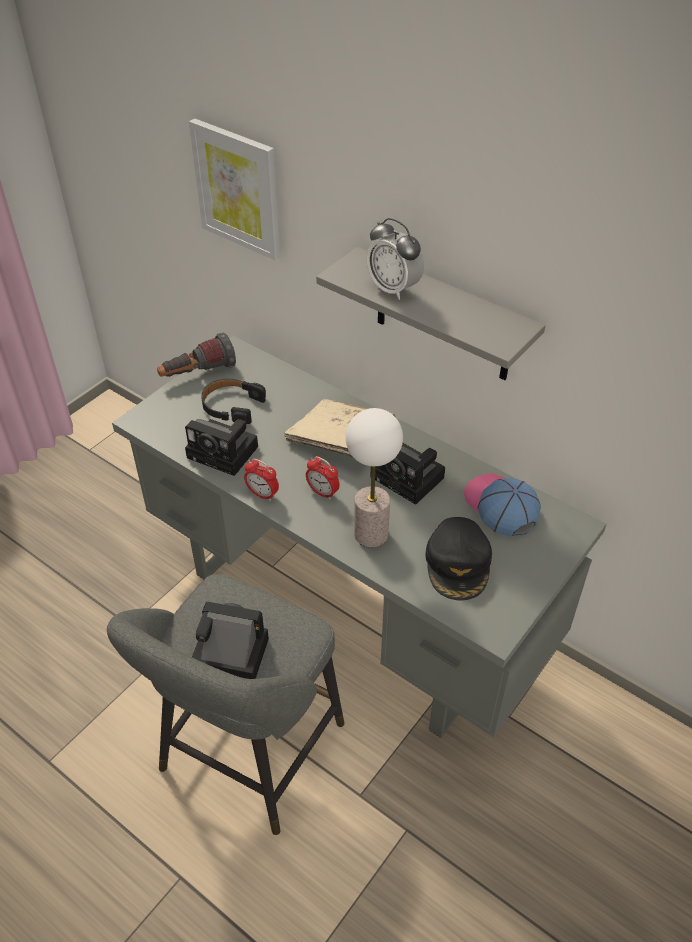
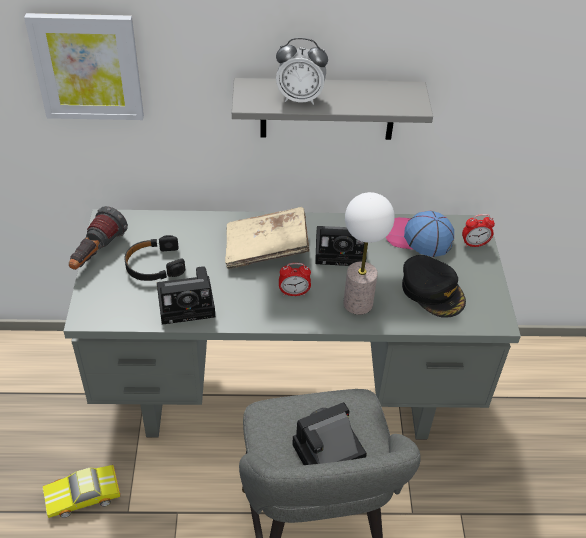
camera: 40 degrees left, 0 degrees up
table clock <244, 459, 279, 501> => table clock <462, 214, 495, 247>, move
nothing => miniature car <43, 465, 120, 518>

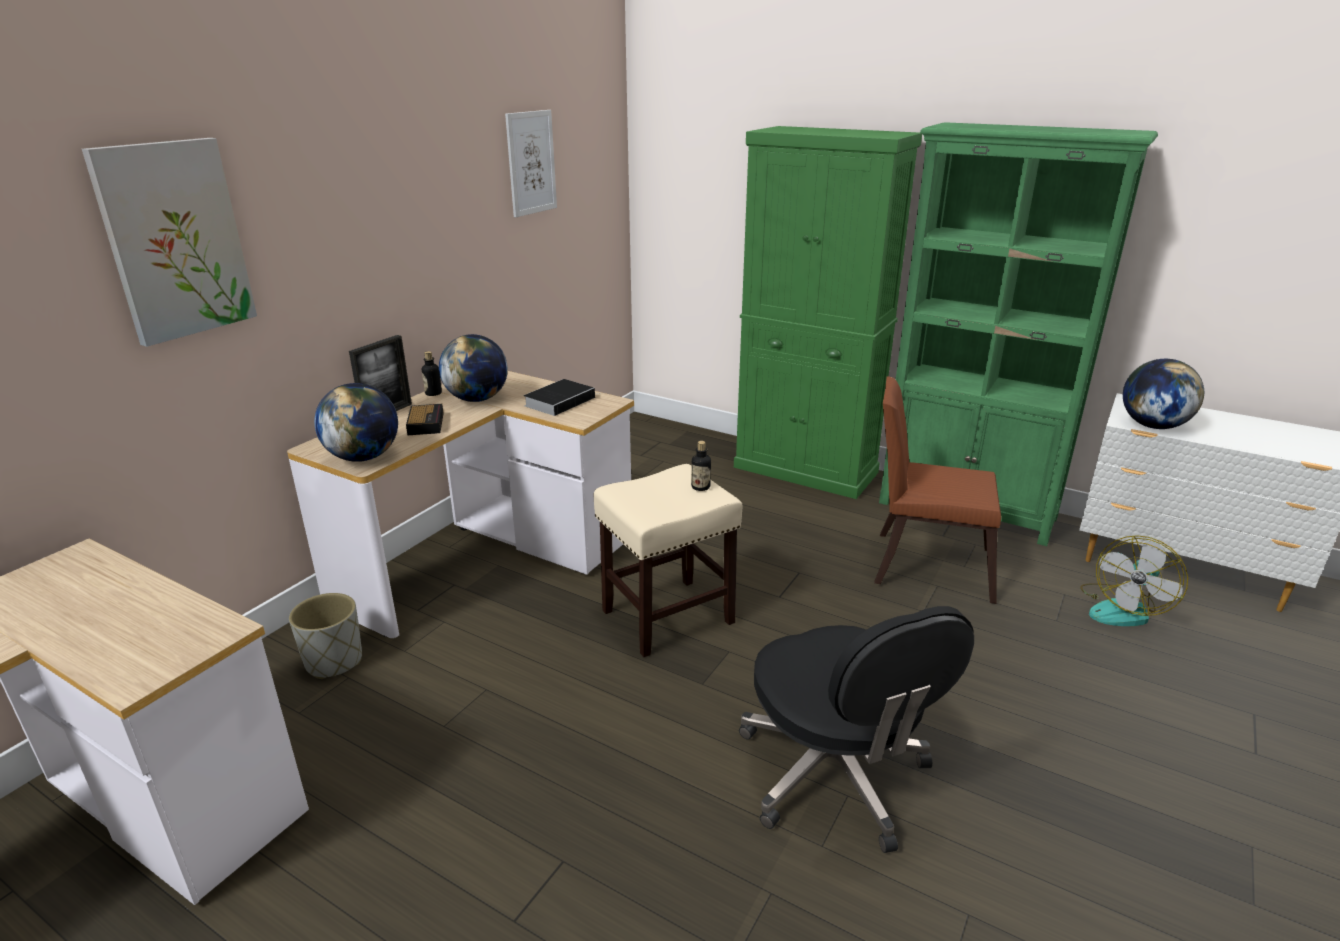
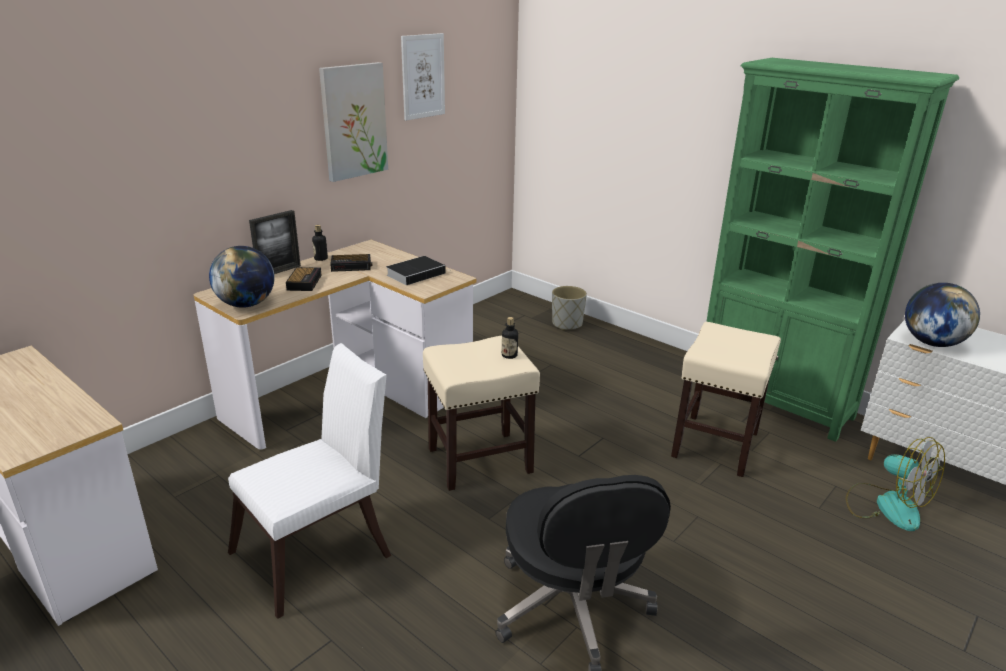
camera: 10 degrees right, 0 degrees up
wall art <82, 138, 257, 347> => wall art <319, 62, 388, 182>, move
gray planter <289, 593, 362, 679> => gray planter <552, 286, 587, 331>, move
world globe <439, 334, 508, 402> => table clock <330, 254, 372, 272>
green-coloured storage cabinet <734, 126, 922, 499> => nothing
brown chair <874, 376, 1001, 604> => beige sitting stool <671, 322, 781, 477>
electric fan <1080, 535, 1188, 626> => electric fan <846, 437, 945, 531>, 90 degrees counterclockwise
nothing => white-coloured chair <228, 343, 391, 619>

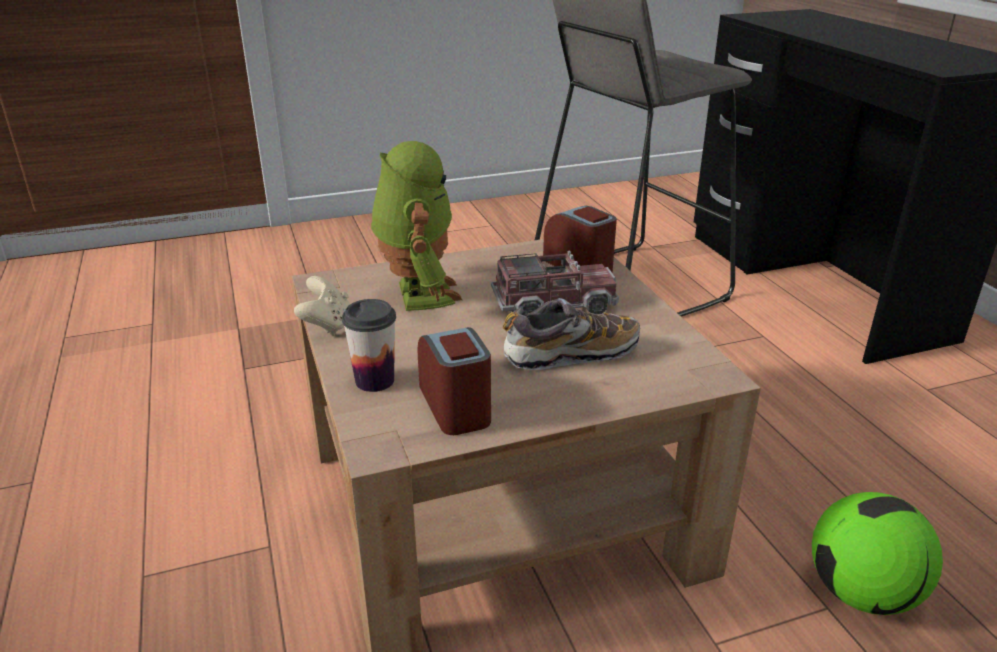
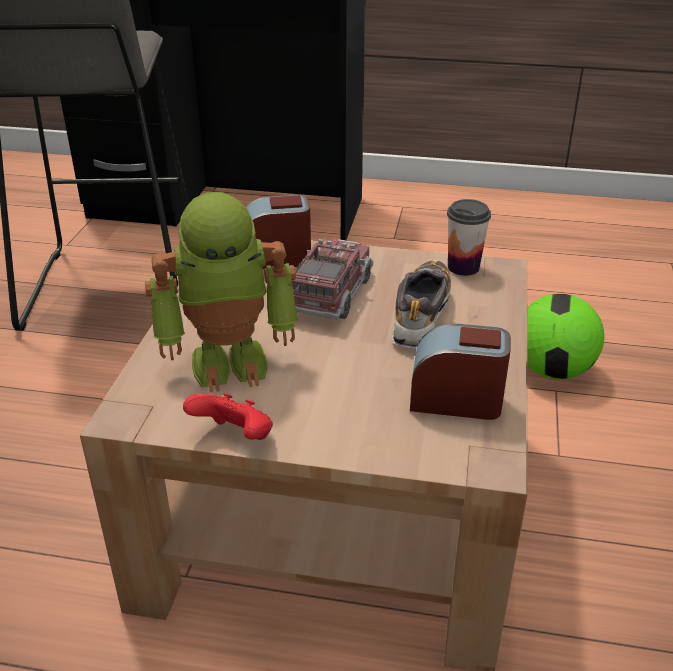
camera: 60 degrees left, 5 degrees up
beige joypad <294, 276, 350, 336> => red joypad <183, 393, 273, 440>
cup <342, 299, 396, 392> => cup <447, 199, 491, 276>, move
model robot <371, 141, 462, 311> => model robot <145, 192, 298, 392>, 150 degrees clockwise

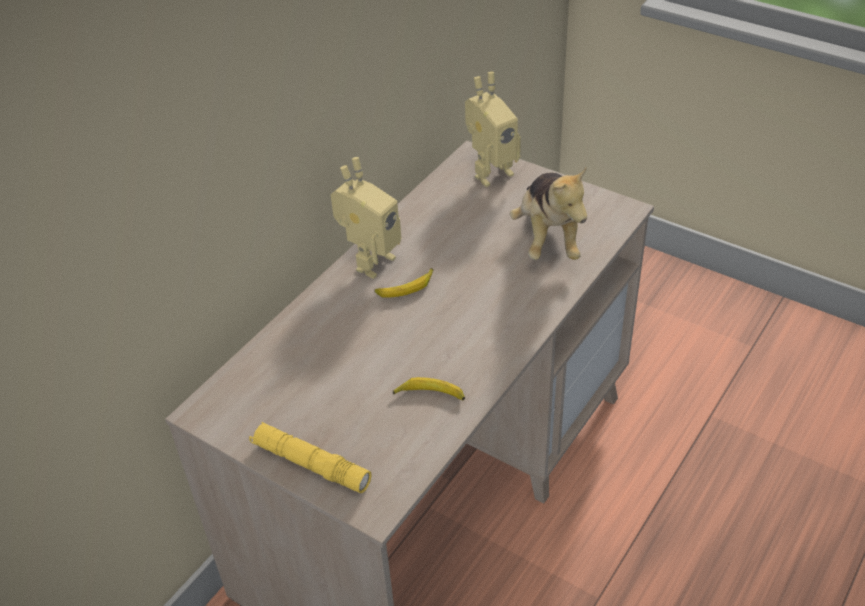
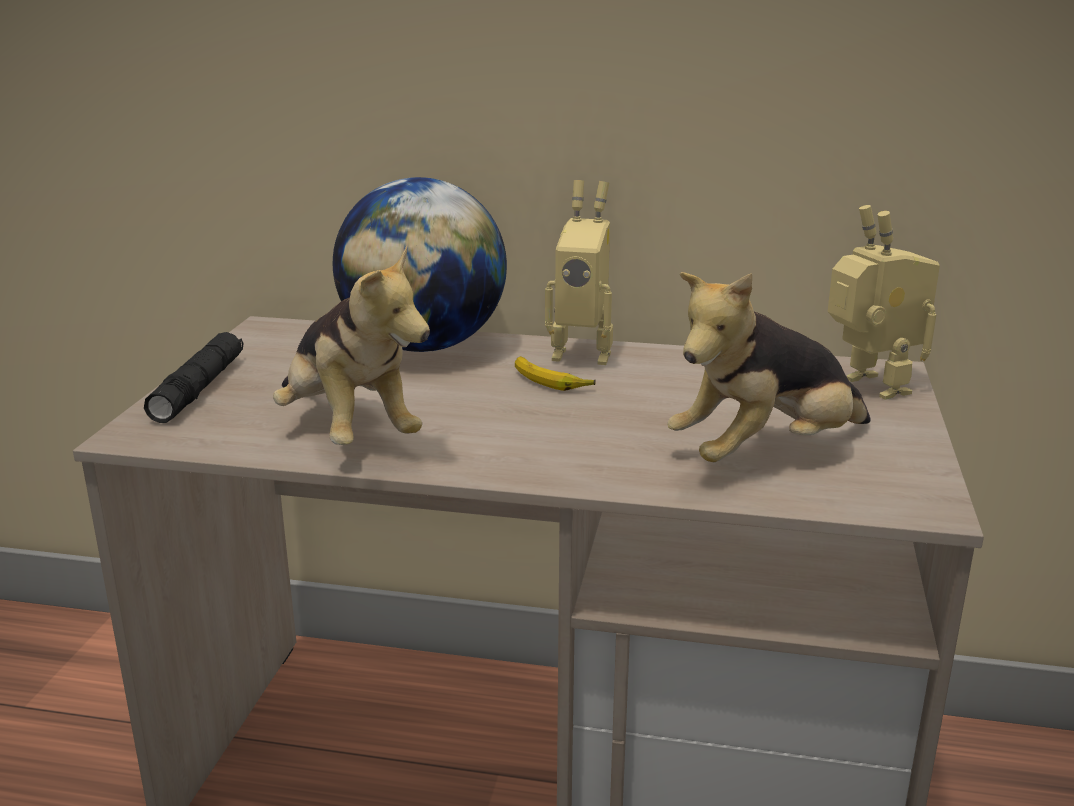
camera: 65 degrees right, 20 degrees down
yellow-coloured torch <249, 422, 372, 493> => black-coloured torch <144, 332, 244, 423>
whole banana <393, 377, 465, 400> => plush toy <273, 246, 430, 445>
model robot <465, 72, 521, 187> => model robot <828, 205, 940, 400>, 150 degrees counterclockwise
nothing => world globe <333, 177, 507, 352>

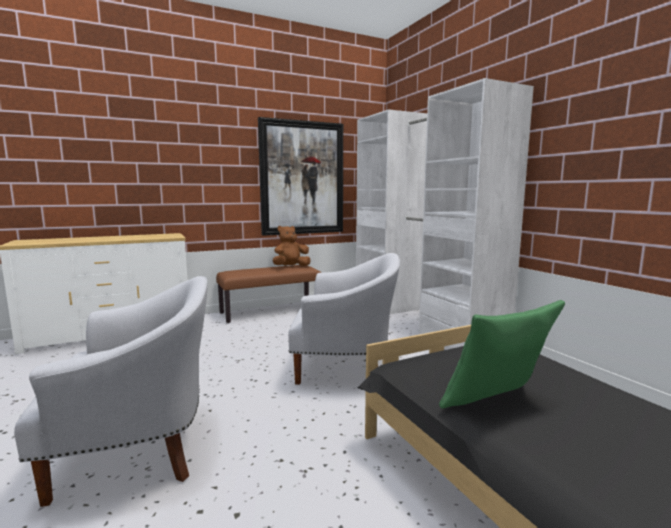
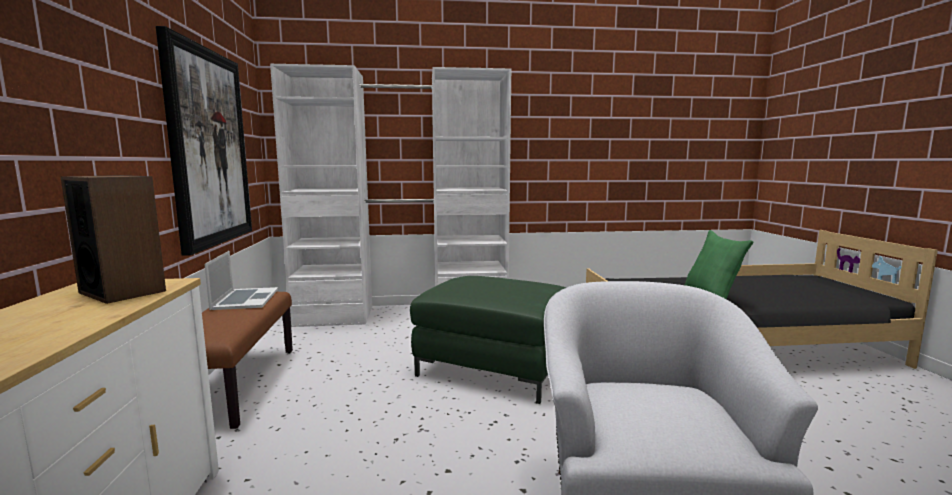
camera: 70 degrees left, 0 degrees up
brown plush toy <273, 226, 311, 266> => notebook computer <205, 251, 278, 310>
white-coloured armchair <288, 253, 400, 385> => green-coloured pouffe <410, 276, 567, 404>
nothing => speaker <61, 175, 166, 304>

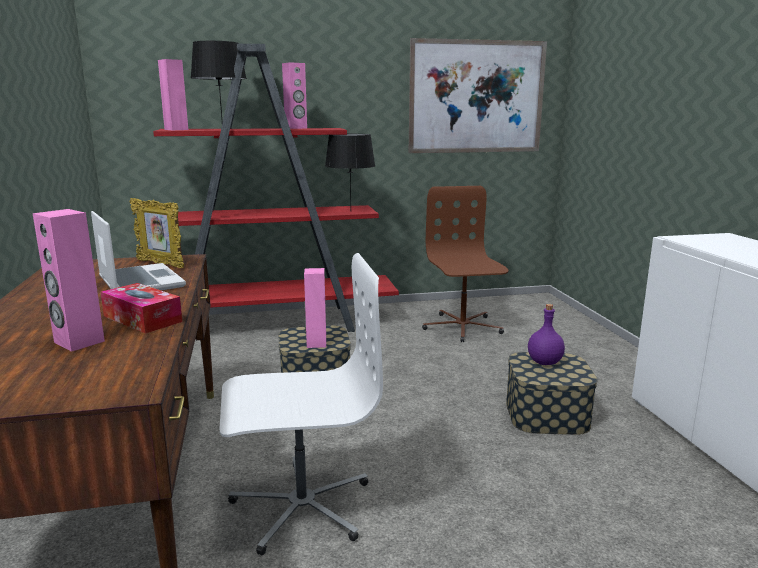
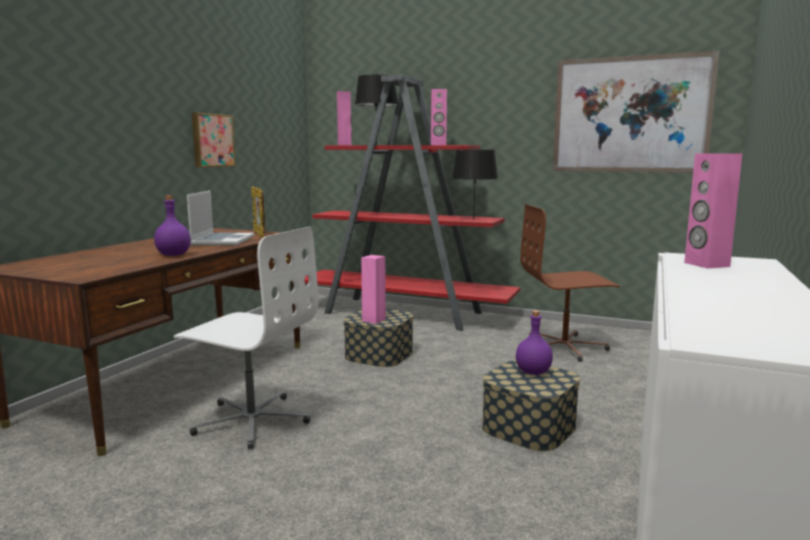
camera: 35 degrees right, 5 degrees down
pink speaker <32, 209, 105, 352> => pink speaker <684, 153, 742, 269>, move
box of tissues <101, 283, 182, 334> => purple bottle <154, 195, 191, 256>
brown computer chair <422, 186, 509, 342> => brown computer chair <520, 204, 620, 362>, 120 degrees counterclockwise
nothing => wall art <192, 113, 235, 167>

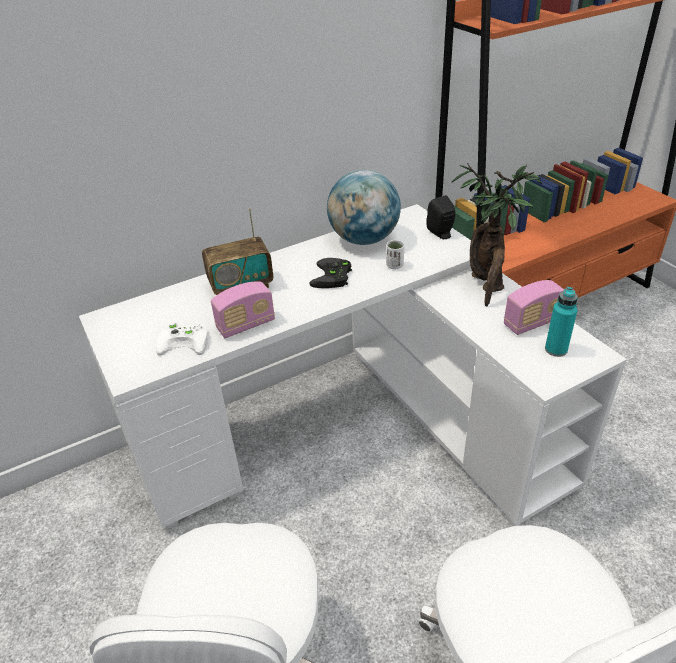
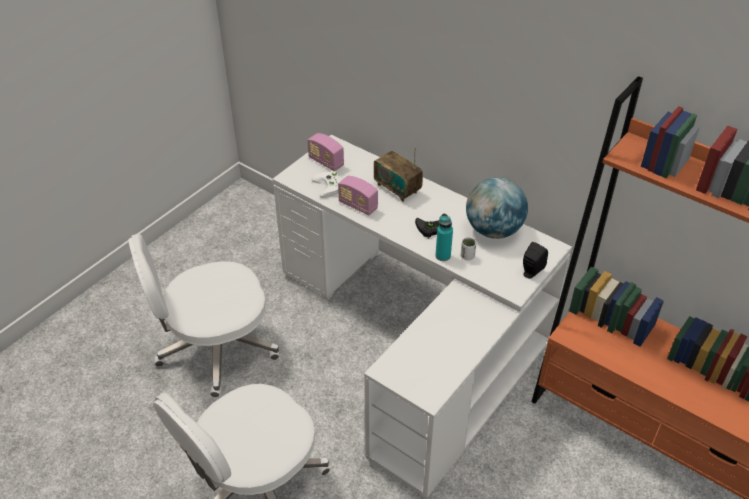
camera: 65 degrees right, 5 degrees up
houseplant <452, 163, 542, 306> => nothing
radio receiver <504, 280, 564, 335> => radio receiver <307, 133, 344, 171>, move
turquoise bottle <545, 287, 578, 357> => turquoise bottle <435, 216, 453, 261>, move

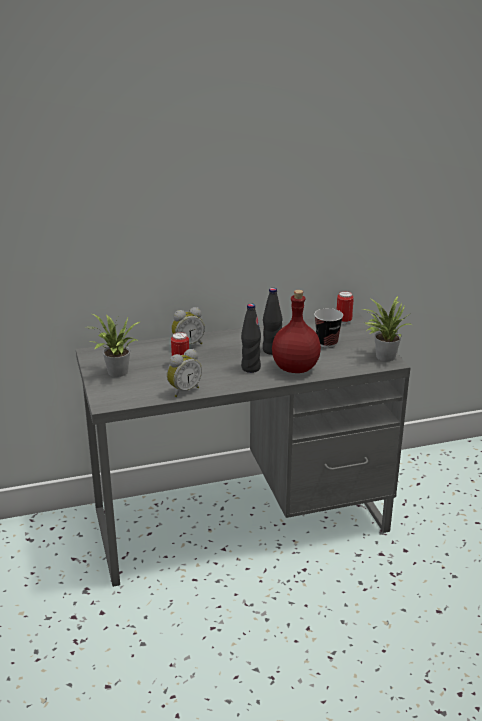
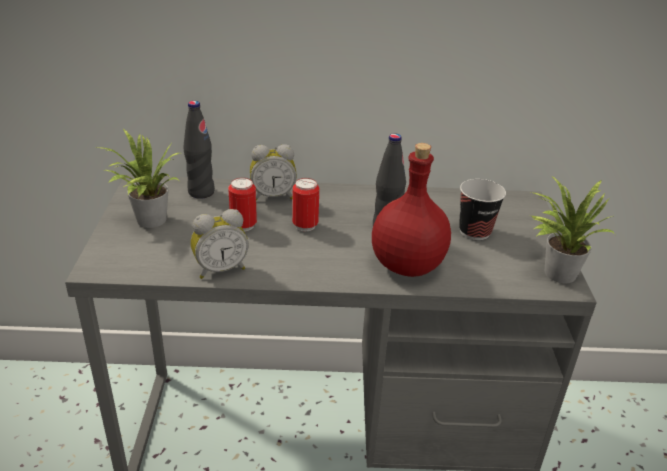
camera: 15 degrees right, 5 degrees up
black-coloured bottle <241, 303, 261, 373> => black-coloured bottle <184, 101, 215, 199>, move
can <336, 291, 354, 324> => can <292, 178, 319, 231>, move

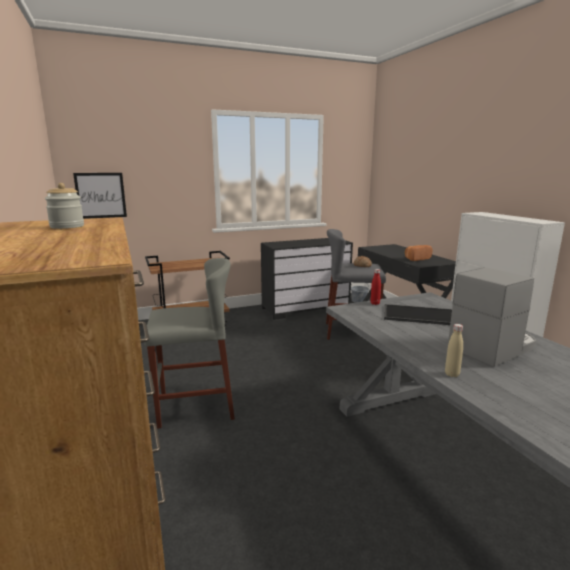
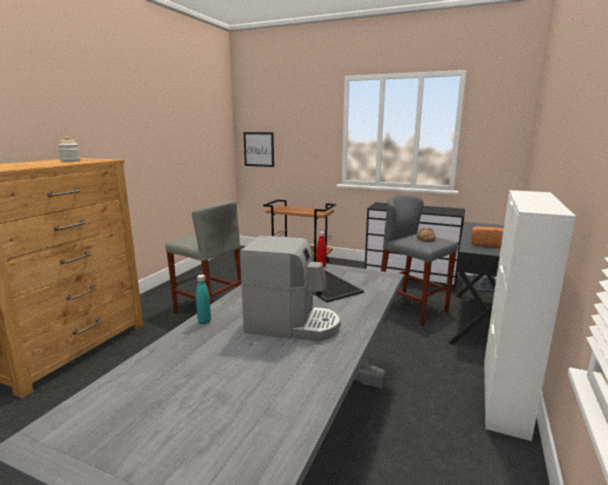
camera: 45 degrees right, 0 degrees up
beige bottle <445, 324, 463, 377> => turquoise bottle <196, 275, 211, 324>

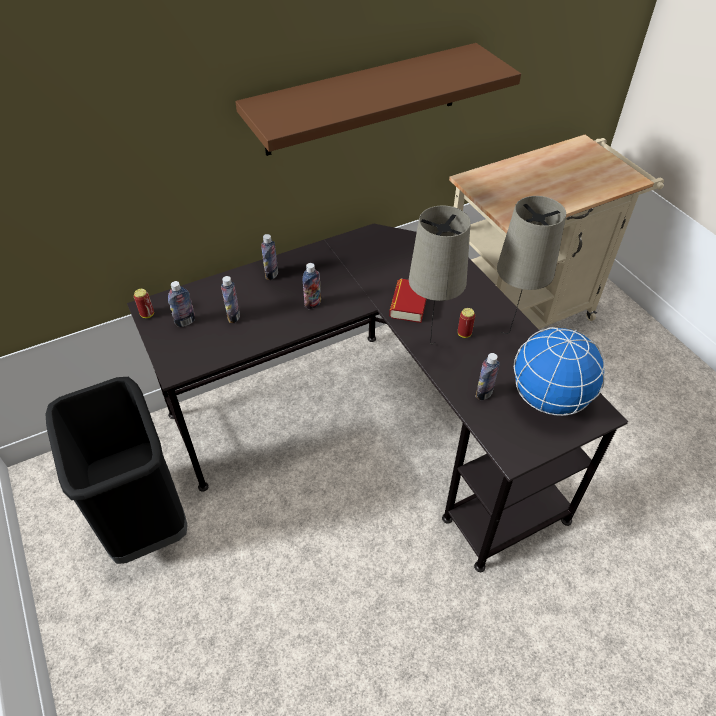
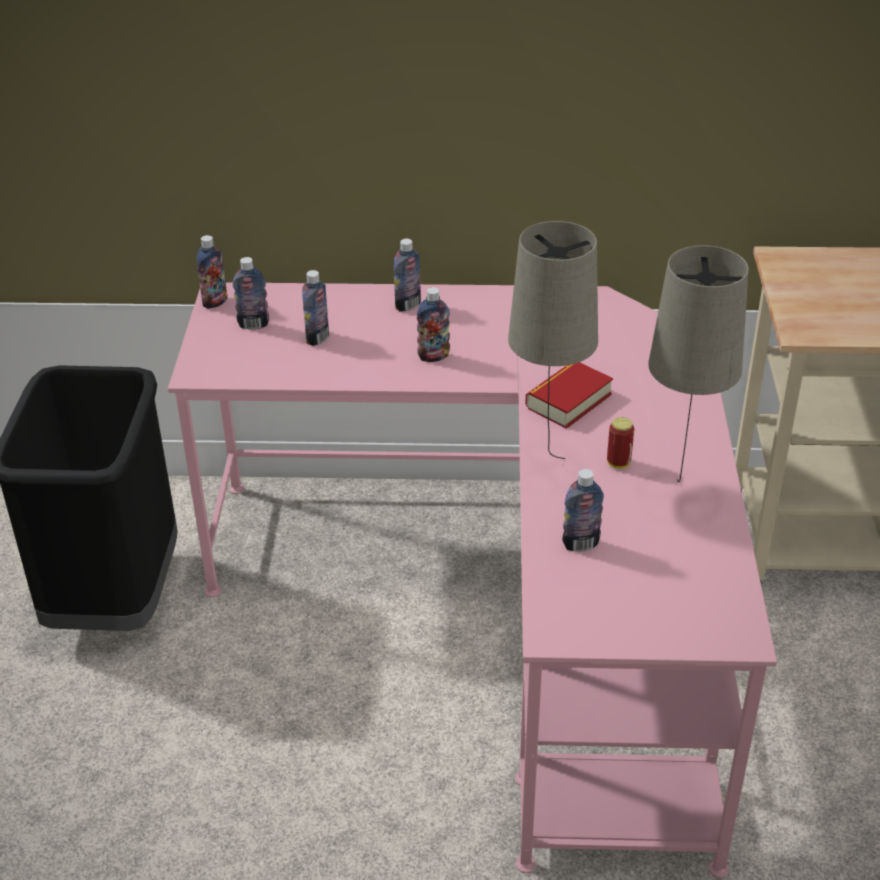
camera: 30 degrees right, 10 degrees down
black-coloured desk table <127, 224, 628, 572> => pink desk table <168, 282, 777, 878>
can <134, 289, 154, 318> => bottle <197, 235, 227, 309>
brown wall shelf <235, 43, 521, 156> => nothing
world globe <514, 327, 605, 416> => nothing

